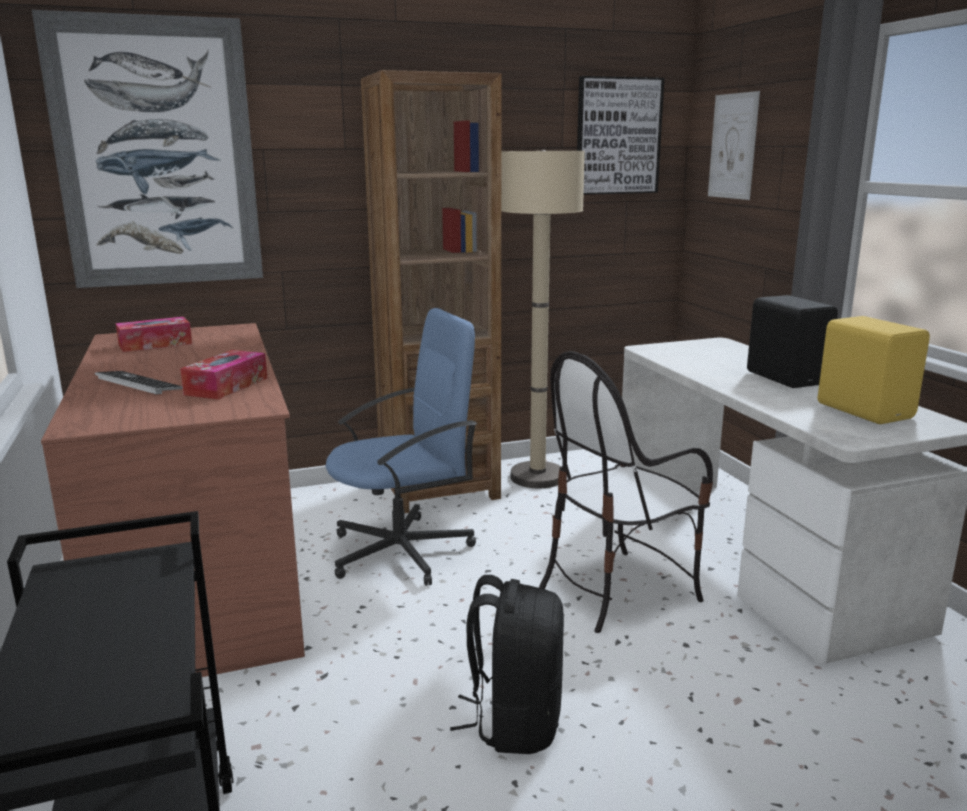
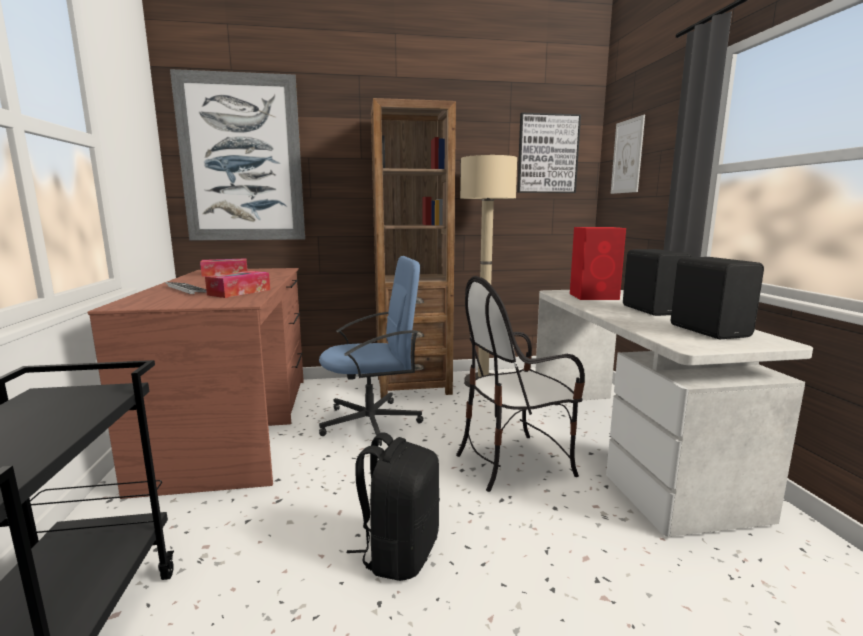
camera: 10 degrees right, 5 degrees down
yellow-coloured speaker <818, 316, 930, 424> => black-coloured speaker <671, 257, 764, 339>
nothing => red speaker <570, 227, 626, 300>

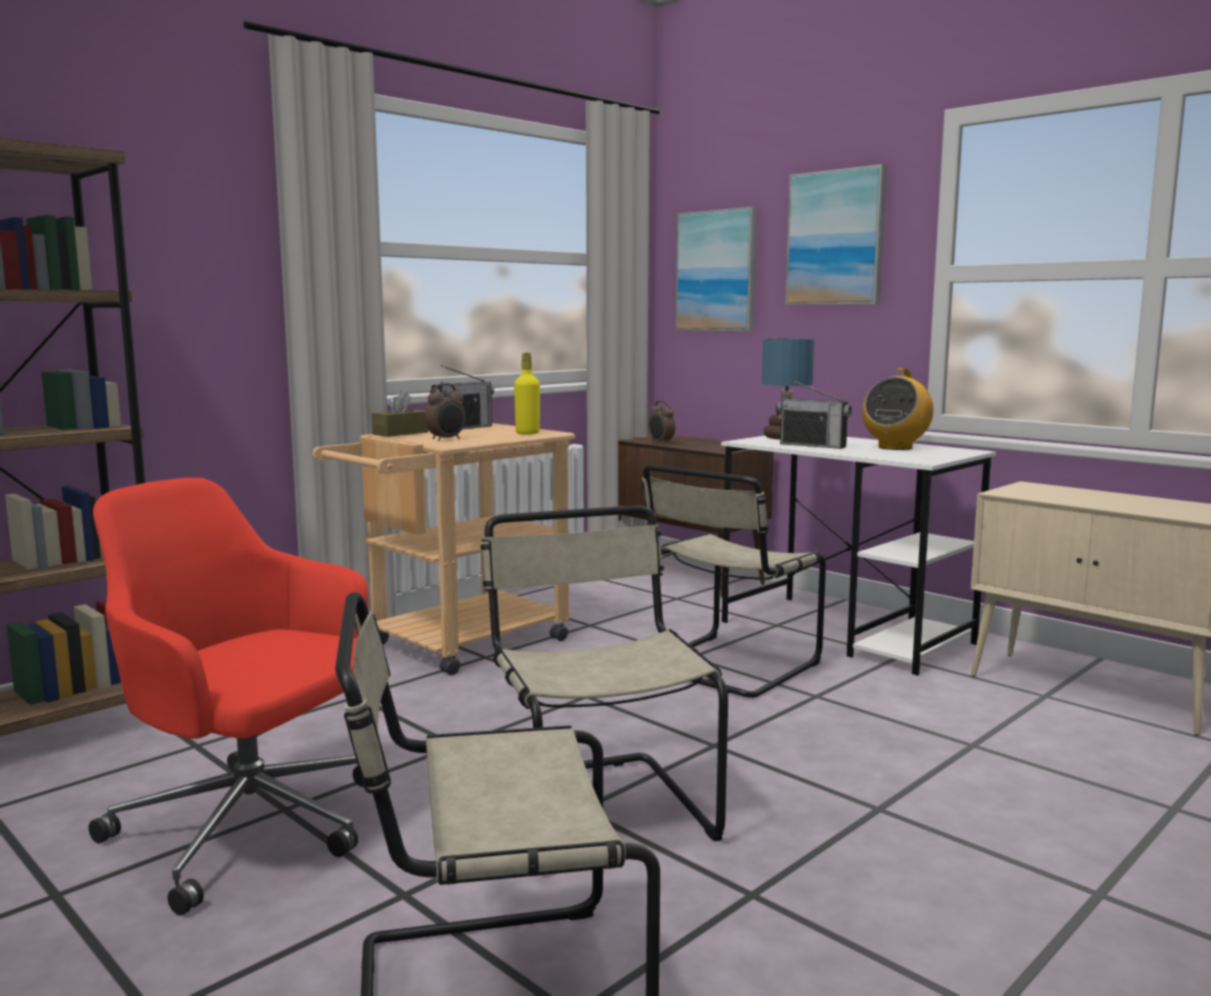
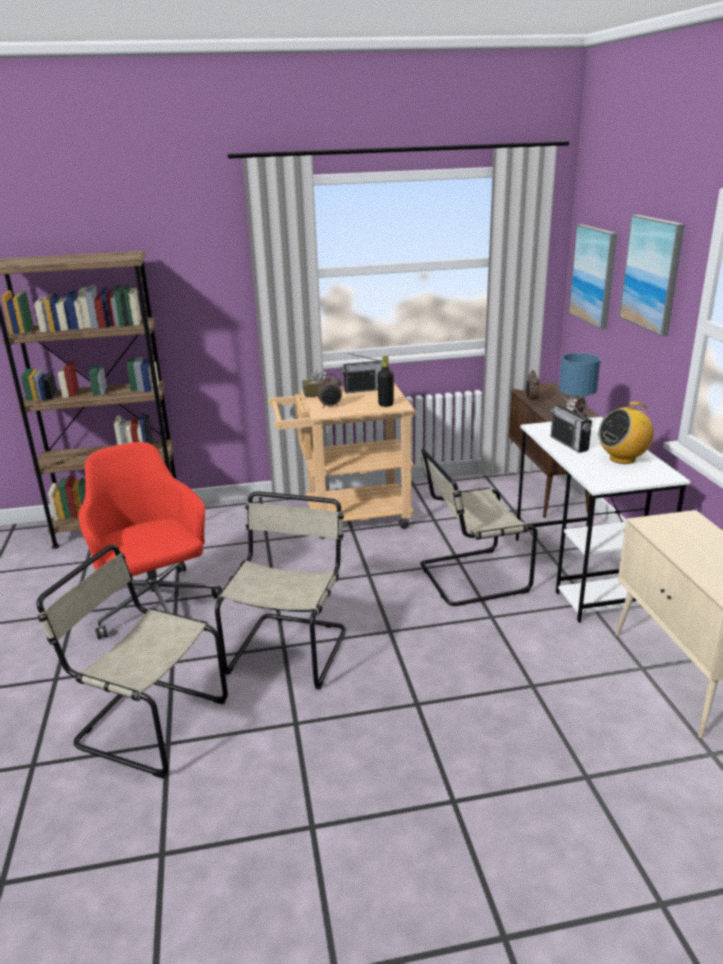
camera: 35 degrees right, 15 degrees up
yellow-coloured bottle <514, 353, 540, 435> => black-coloured bottle <377, 355, 394, 407>

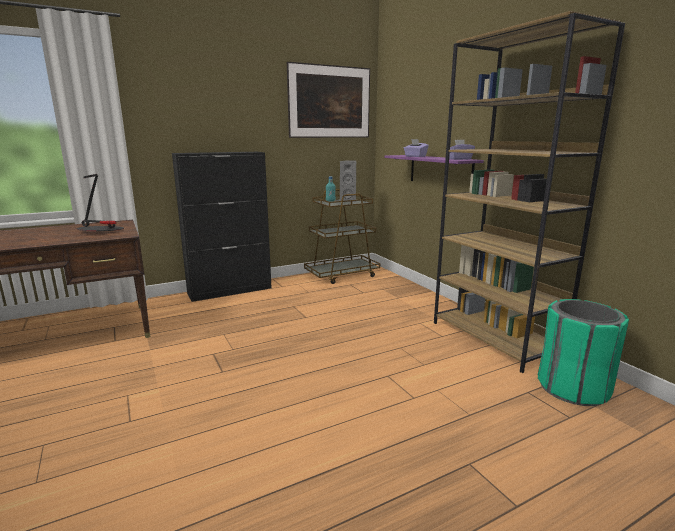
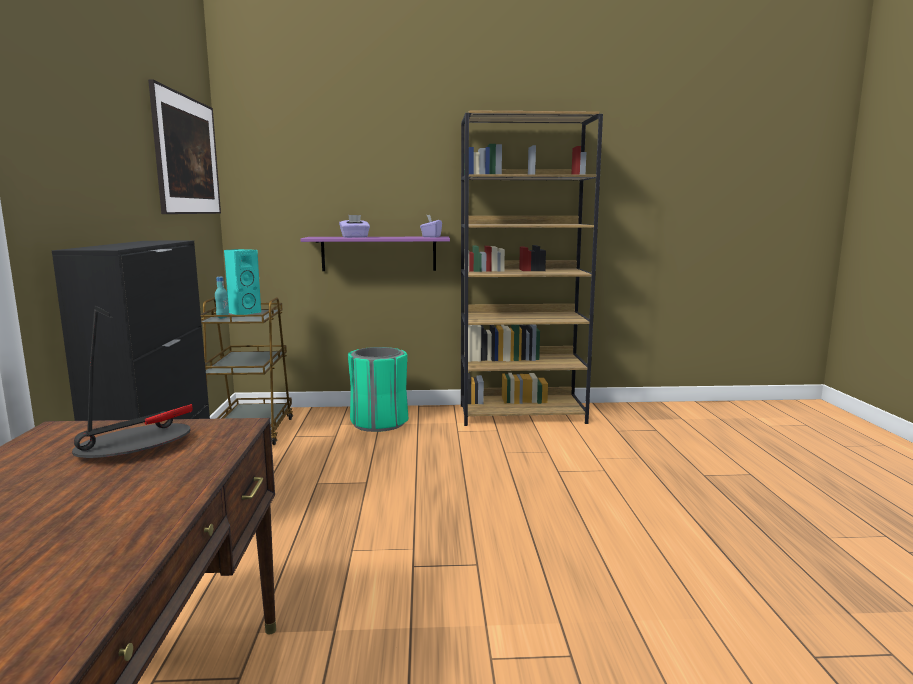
camera: 65 degrees left, 5 degrees down
gray speaker <340, 160, 356, 202> => turquoise speaker <224, 249, 261, 315>
green-coloured rubbish bin <538, 299, 629, 406> => green-coloured rubbish bin <348, 347, 409, 432>, move

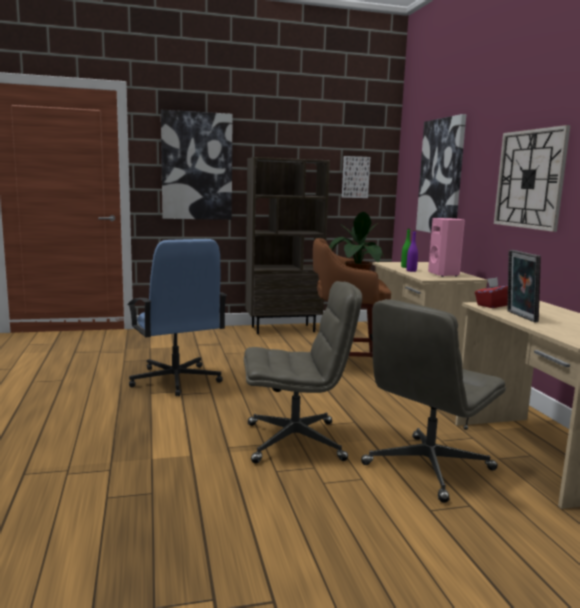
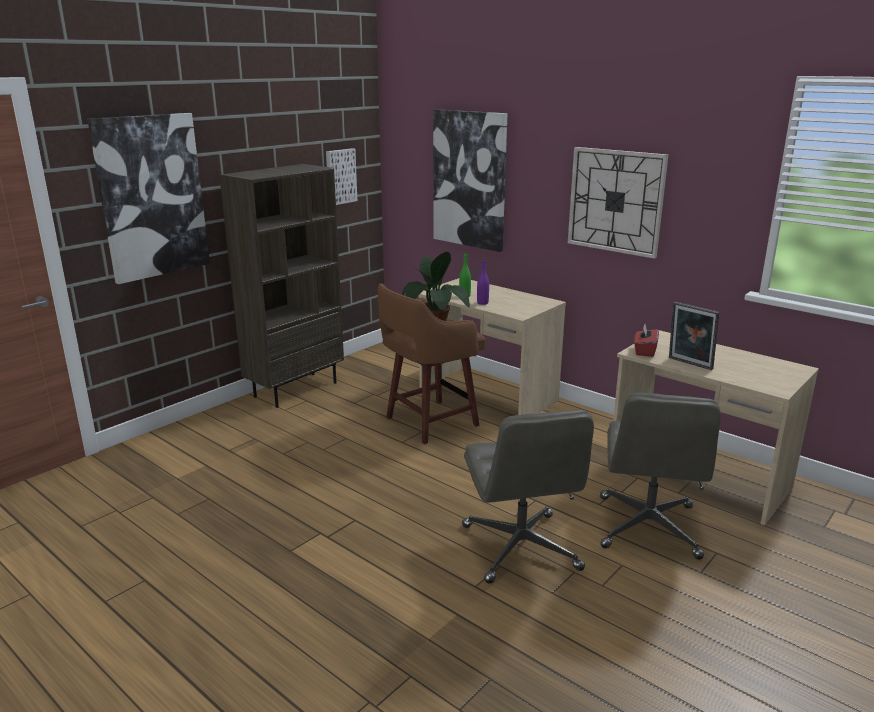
camera: 35 degrees left, 10 degrees up
blue-coloured computer chair <128, 239, 227, 396> => nothing
gray computer chair <244, 281, 362, 463> => gray computer chair <462, 410, 594, 584>, 120 degrees clockwise
pink speaker <428, 218, 465, 277> => nothing

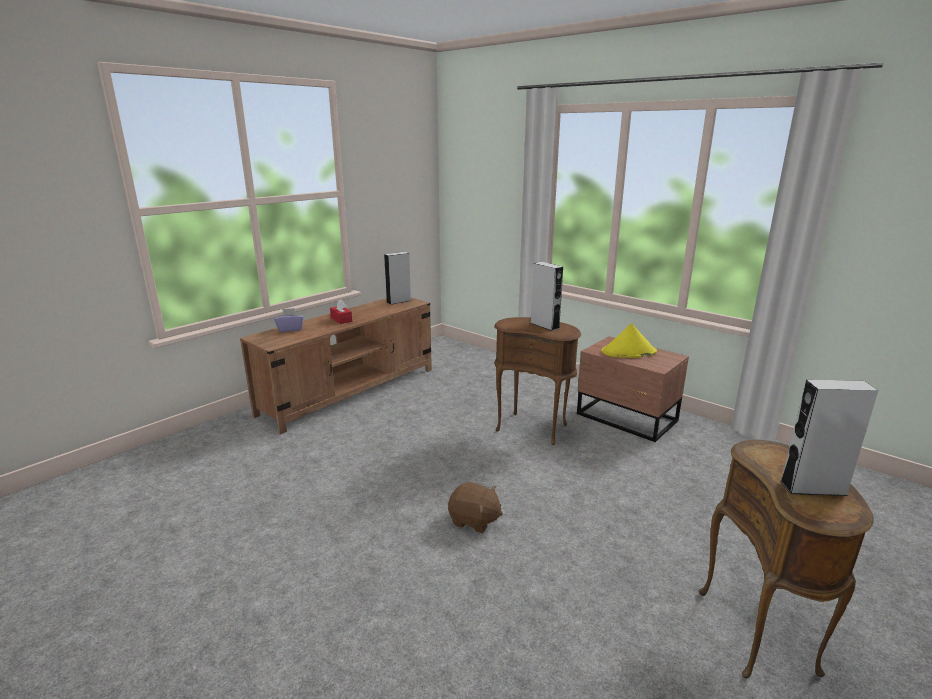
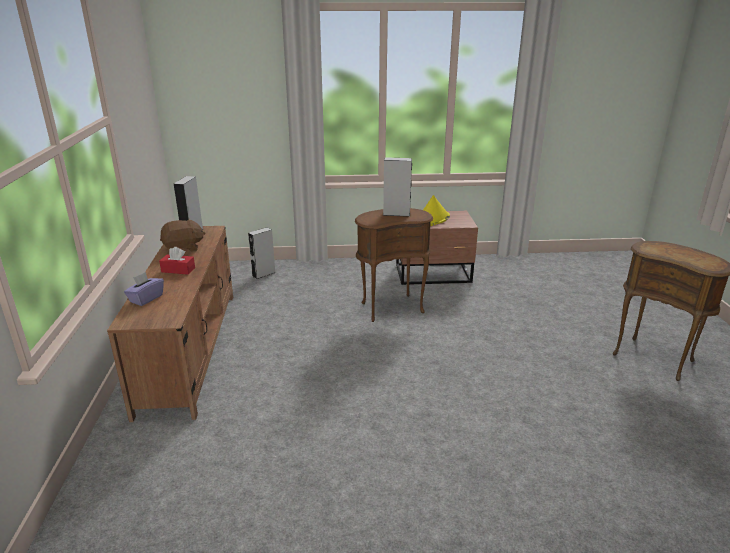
camera: 45 degrees left, 5 degrees up
brown plush toy <448, 482, 503, 533> => brown plush toy <160, 219, 205, 252>, move
gray speaker <780, 379, 878, 496> => gray speaker <248, 227, 276, 279>, move

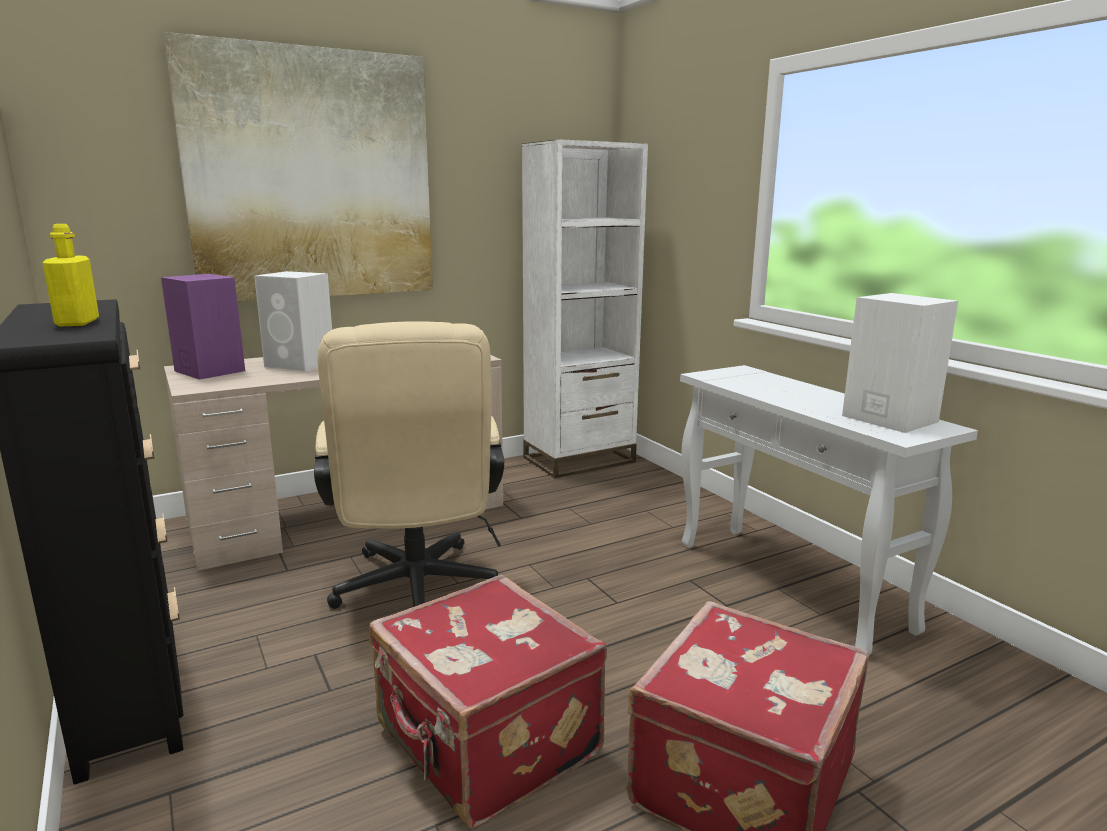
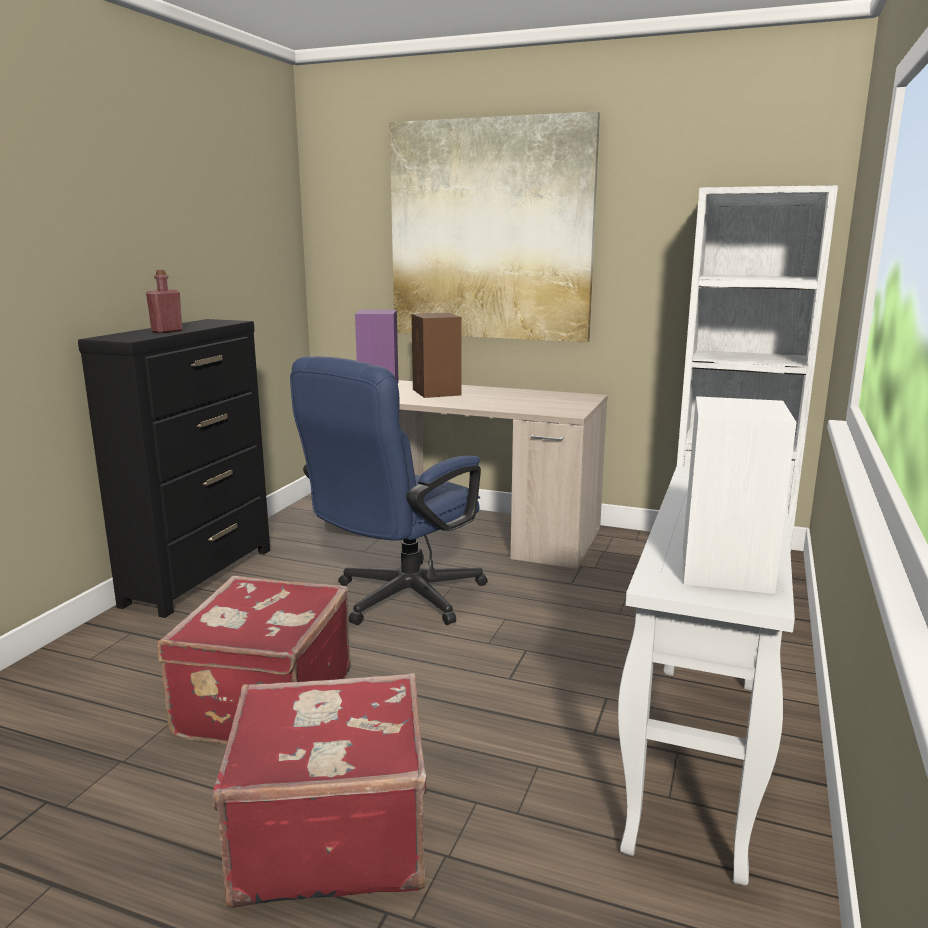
camera: 50 degrees right, 0 degrees up
yellow-coloured bottle <42, 224, 99, 326> => red bottle <146, 270, 183, 334>
white-coloured speaker <254, 271, 332, 372> => brown speaker <411, 313, 462, 398>
beige computer chair <314, 321, 504, 609> => blue-coloured computer chair <290, 356, 488, 625>

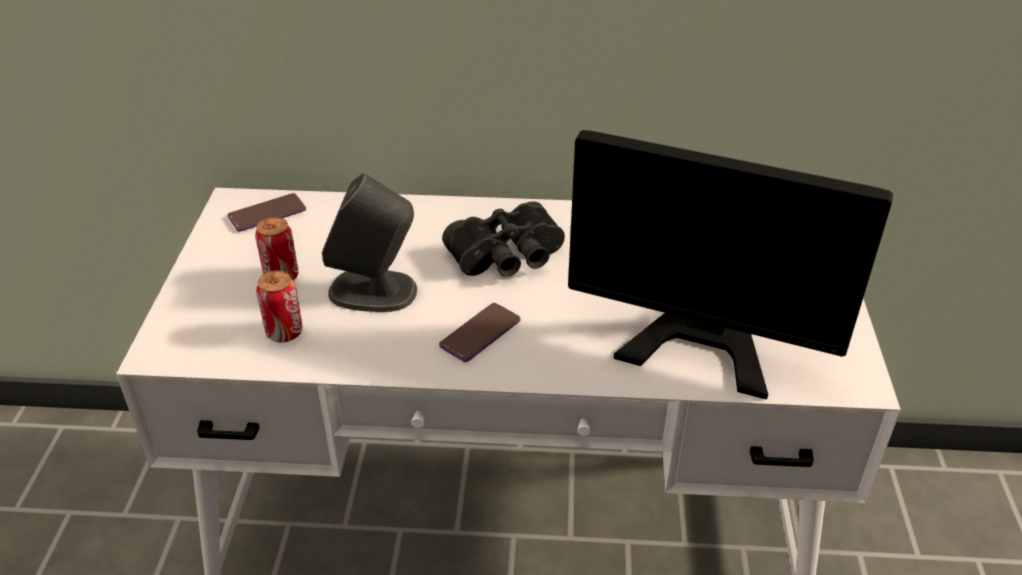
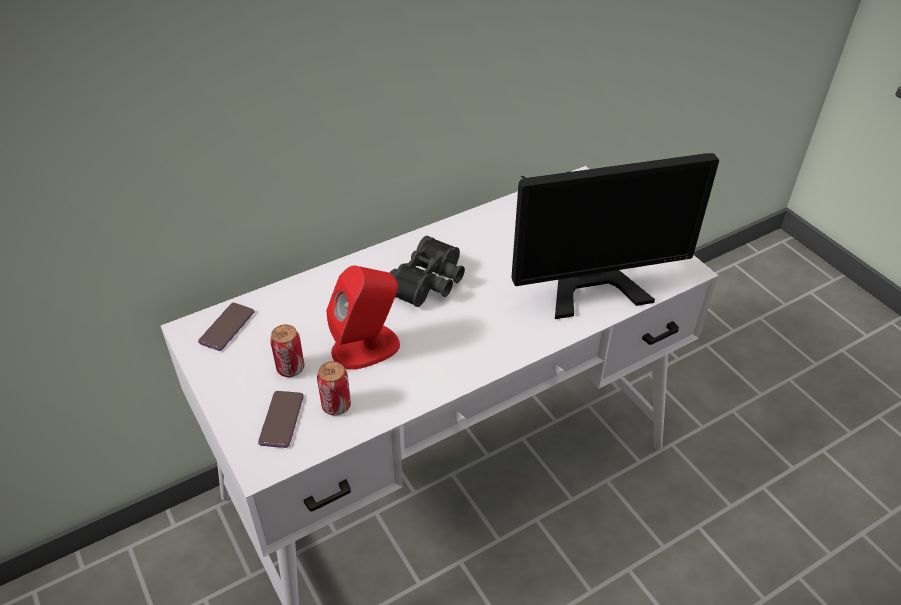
camera: 35 degrees left, 5 degrees up
gray speaker <322, 173, 417, 312> => red speaker <326, 265, 400, 370>
phone <439, 303, 521, 362> => phone <258, 391, 304, 448>, move

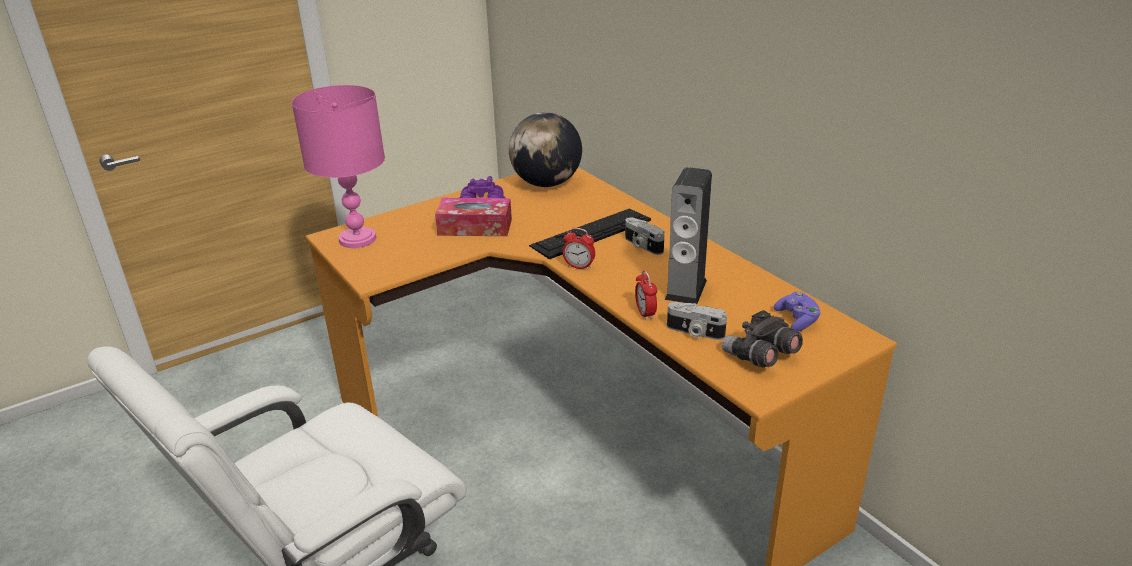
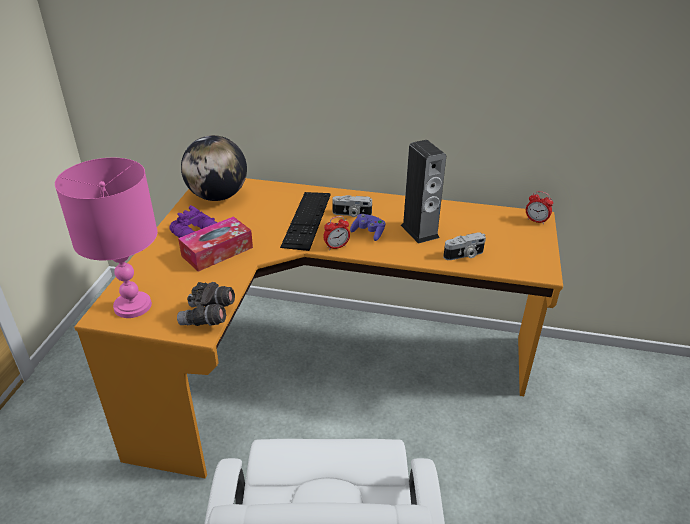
camera: 45 degrees left, 5 degrees up
table clock <635, 270, 657, 320> => table clock <526, 191, 553, 224>, move
gray pair of binoculars <722, 310, 803, 367> => gray pair of binoculars <177, 282, 235, 326>, move
purple joypad <774, 292, 821, 332> => purple joypad <350, 214, 386, 241>, move

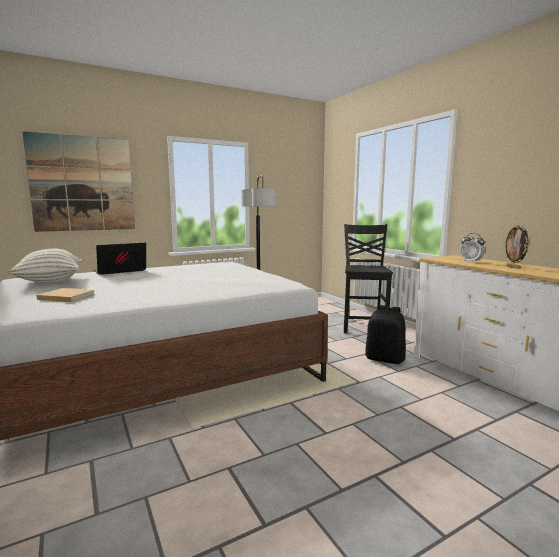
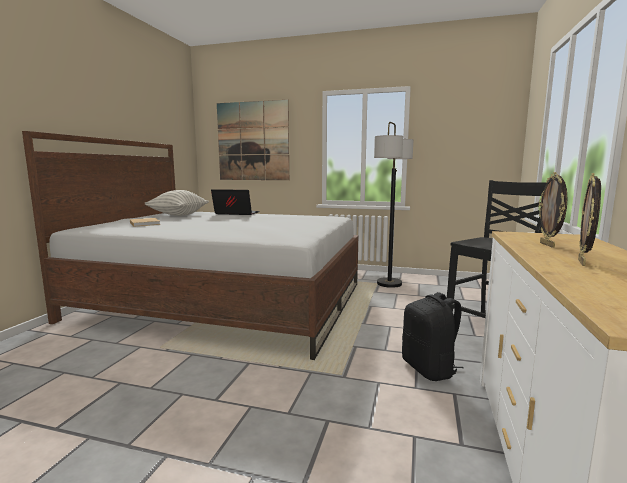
camera: 45 degrees right, 0 degrees up
table clock <460, 233, 485, 263> => photo frame <539, 172, 568, 248>

